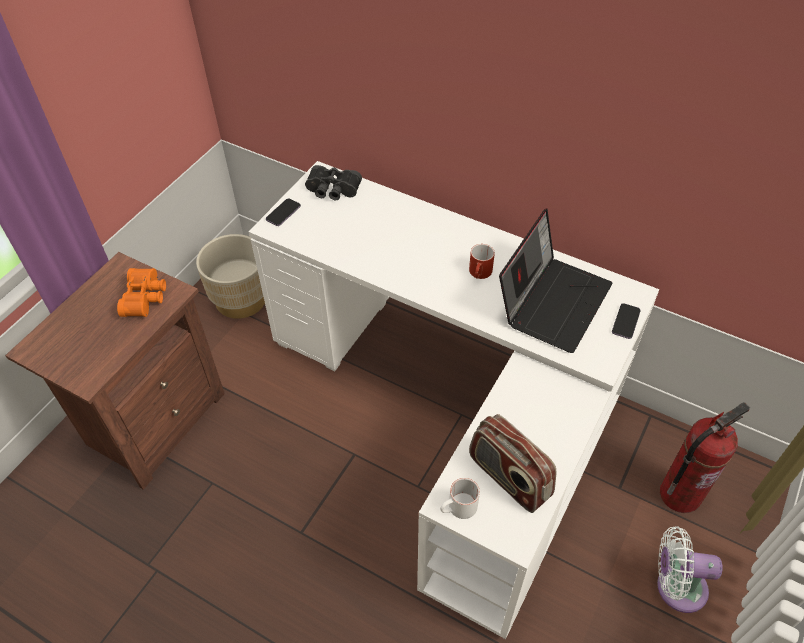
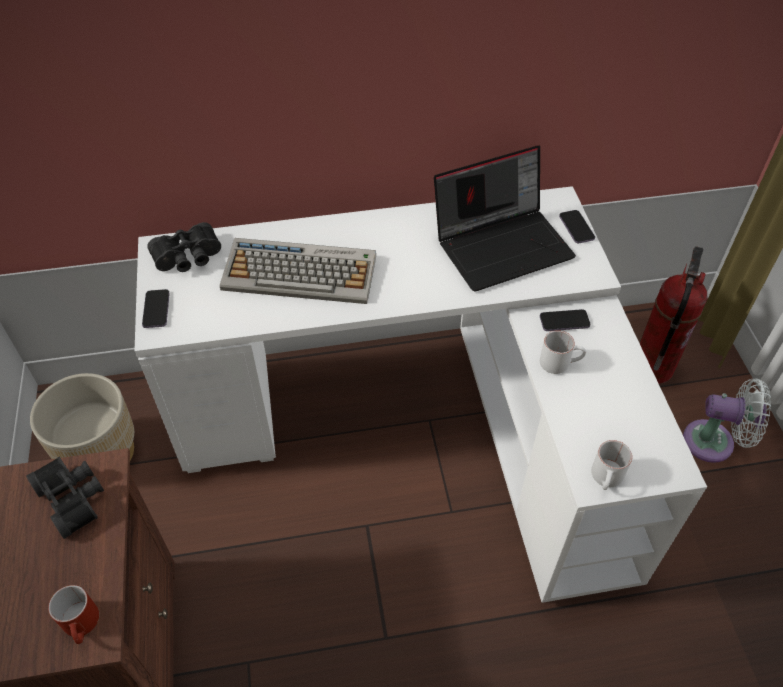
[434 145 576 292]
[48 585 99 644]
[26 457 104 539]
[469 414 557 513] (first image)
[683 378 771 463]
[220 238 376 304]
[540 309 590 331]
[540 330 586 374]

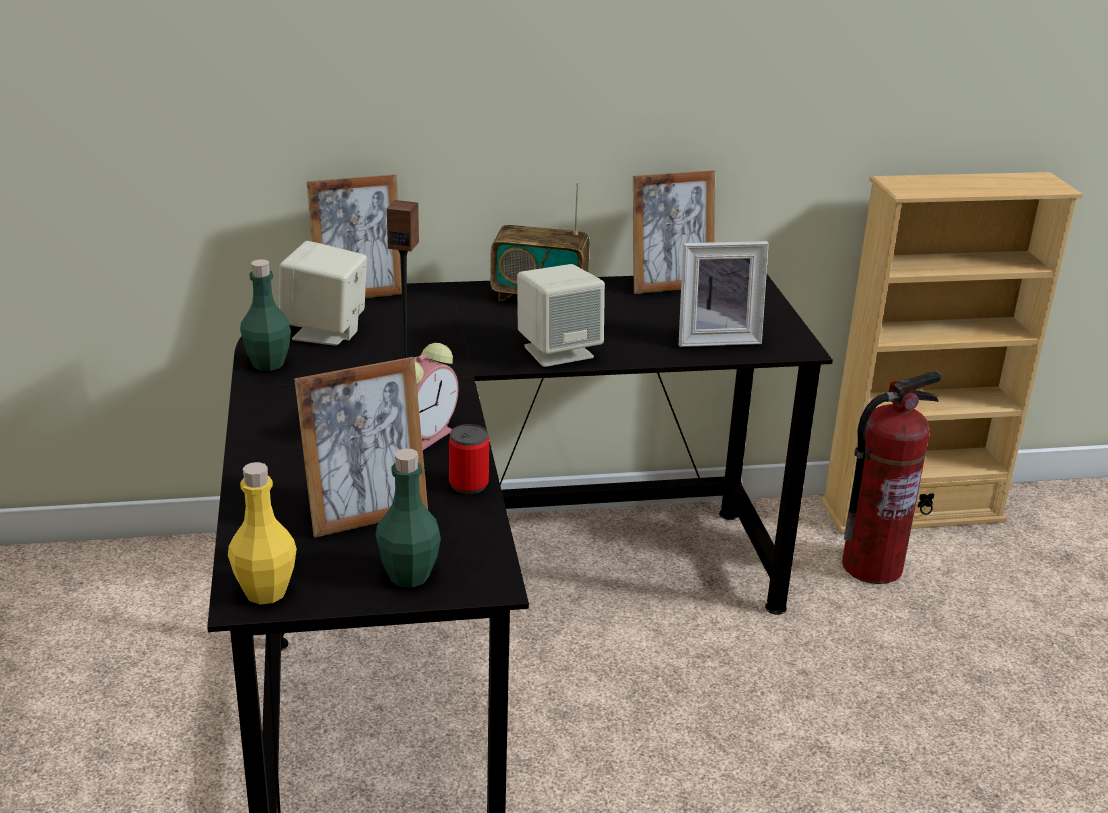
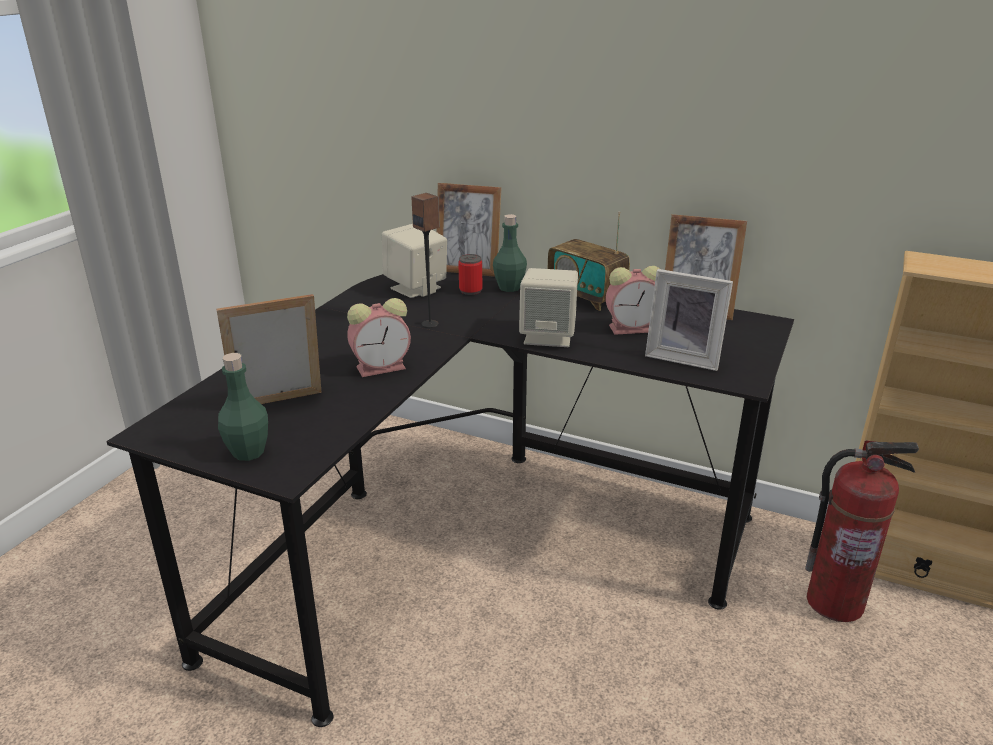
[493 214 527 292]
[217 294 322 404]
[458 254 482 295]
[228 462 297 604] (first image)
[606 266 660 335]

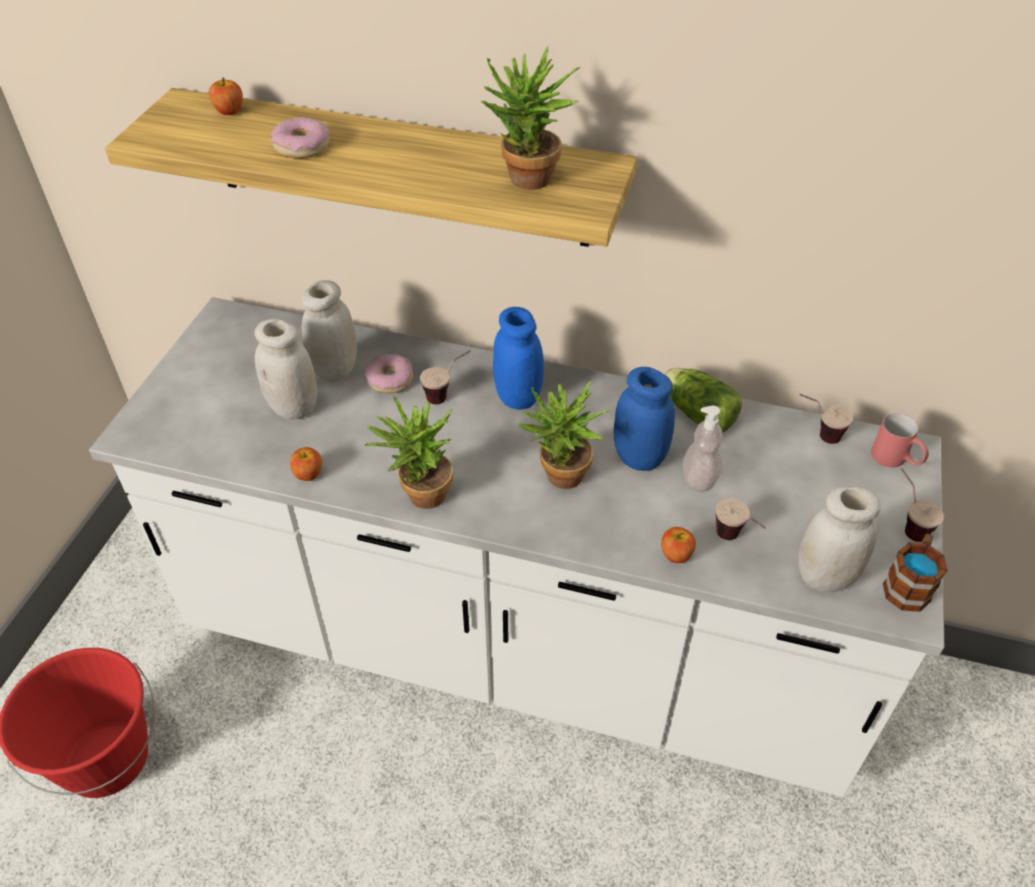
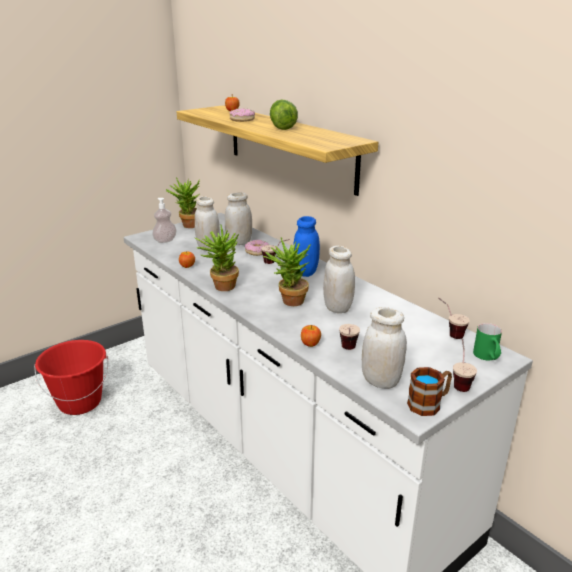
[166 177 200 228]
[323 246 355 313]
[270 99 298 130]
[152 198 176 243]
[473 323 502 360]

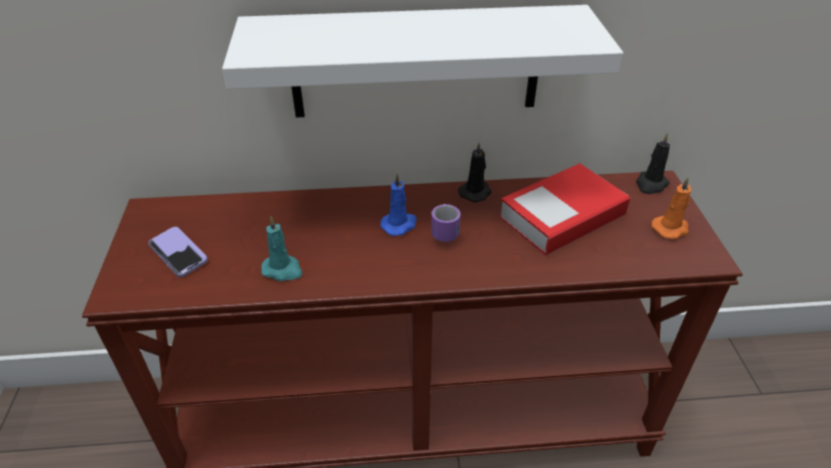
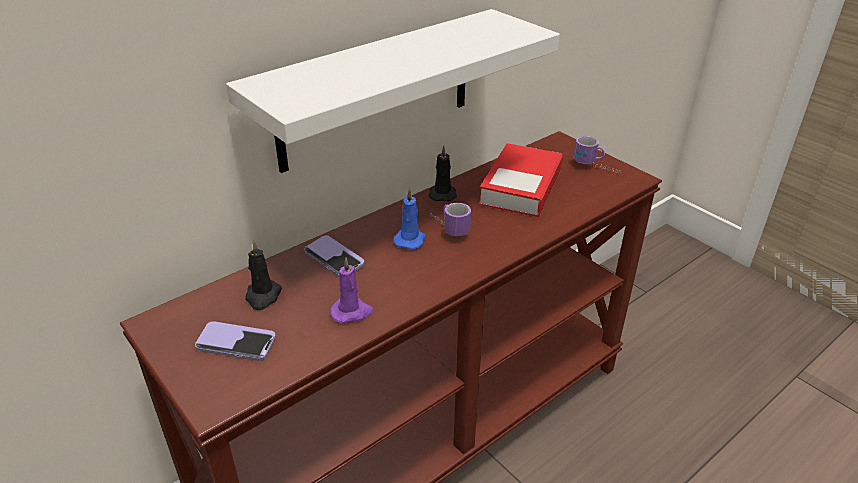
[246 240 282 310]
[574 136 621 174]
[330 257 374 323]
[304 235 365 278]

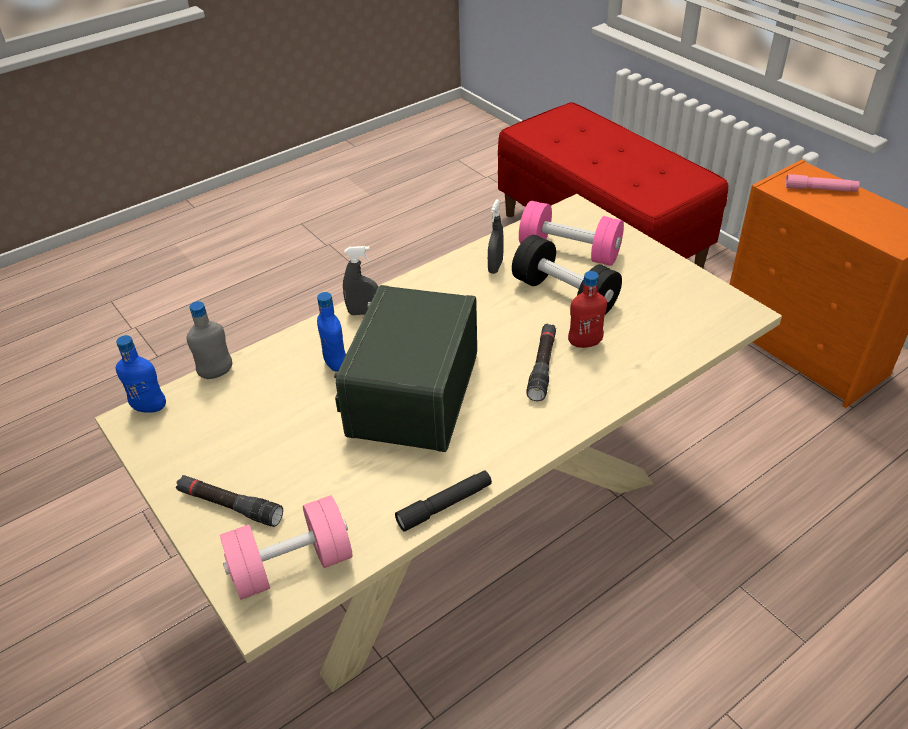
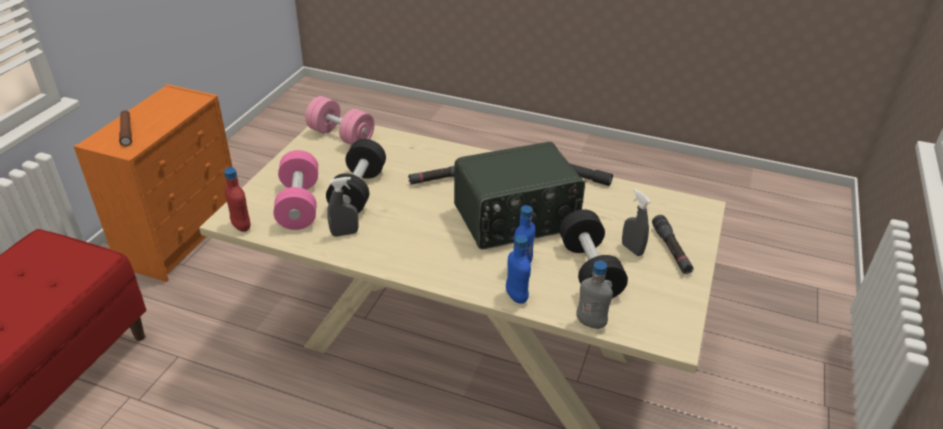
[119 110 132 146]
[622 189 651 256]
[224 167 251 232]
[506 235 531 304]
[305 96 374 145]
[559 210 628 298]

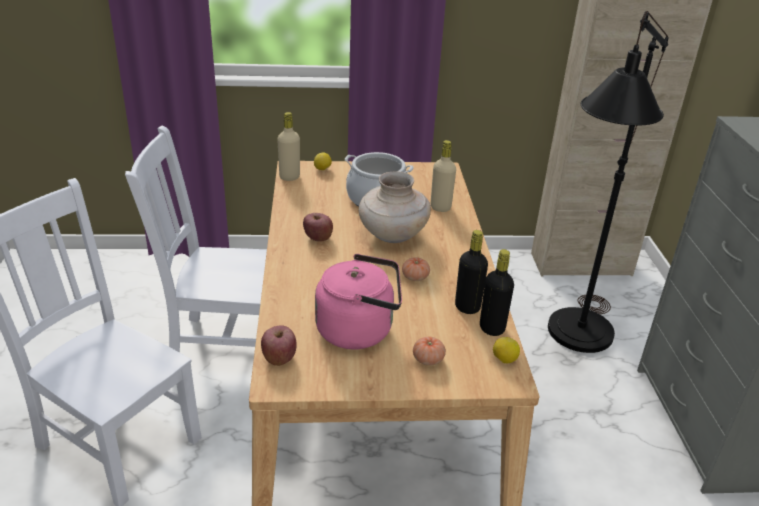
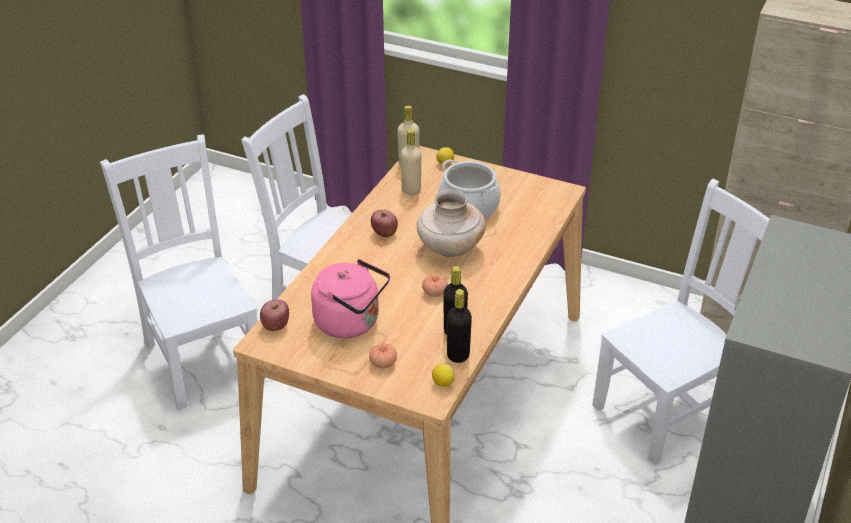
[592 179 769 465]
[401 129 421 195]

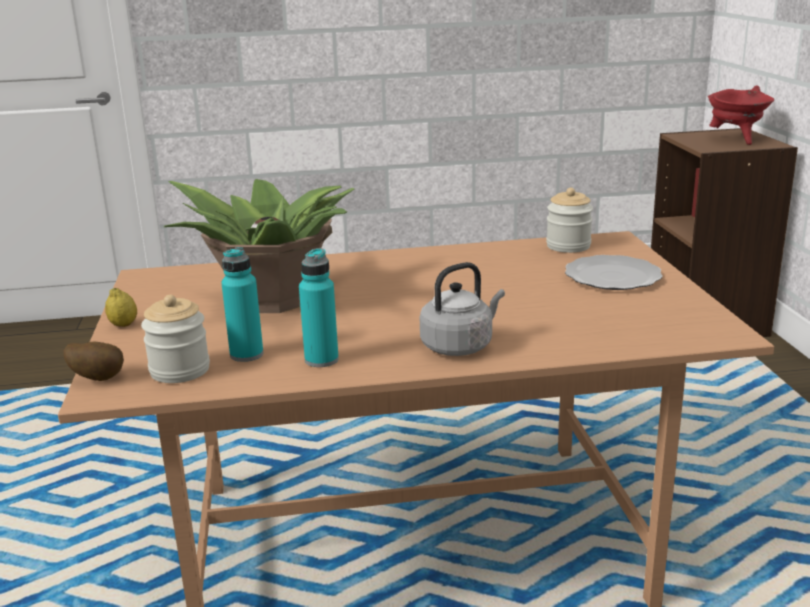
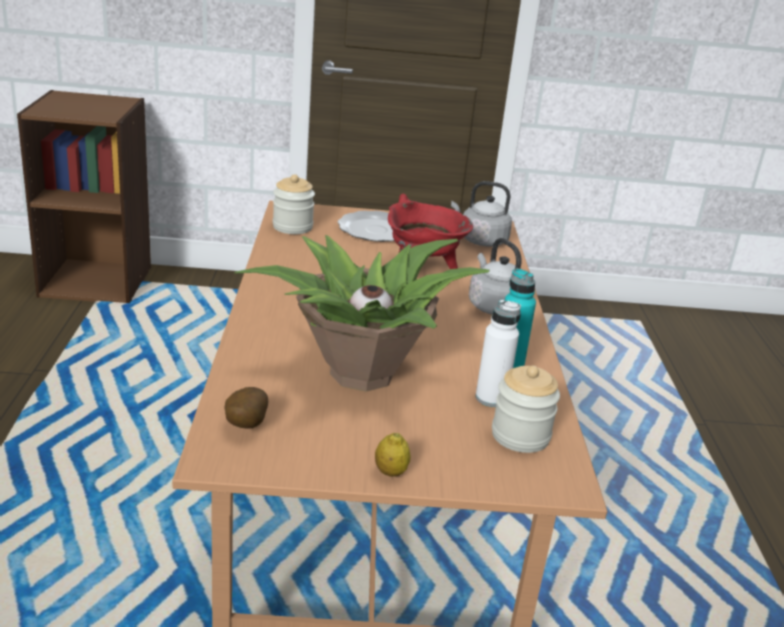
[388 194 473 269]
[475 299 521 407]
[224 387 268 429]
[451 181 512 246]

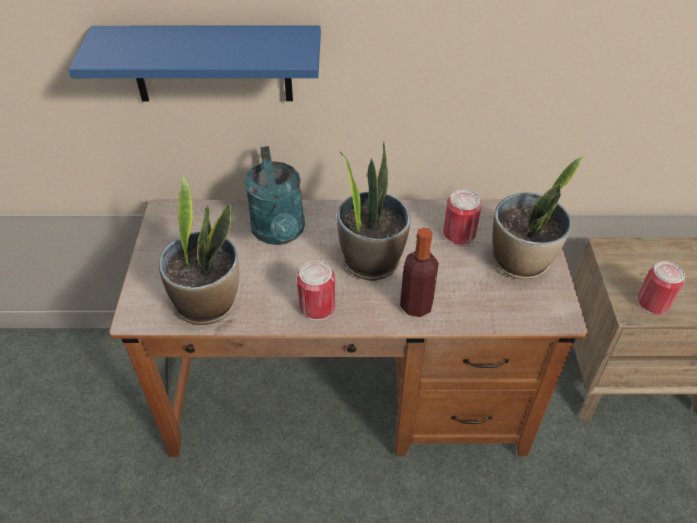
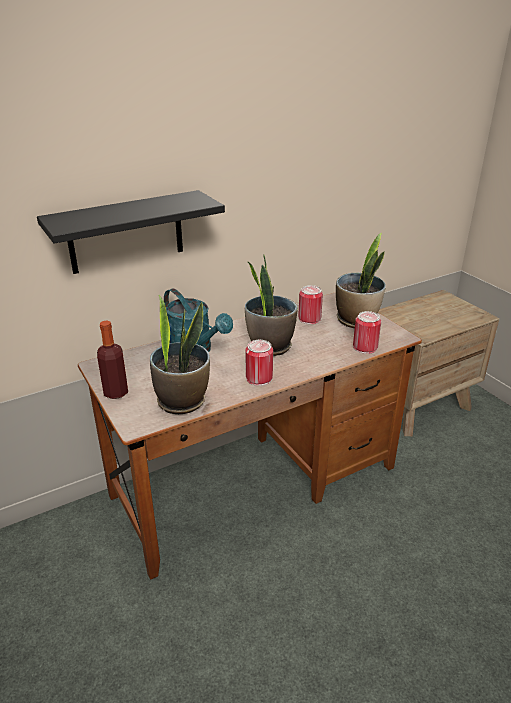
[37 190 225 274]
[97 321 128 399]
[353 311 381 354]

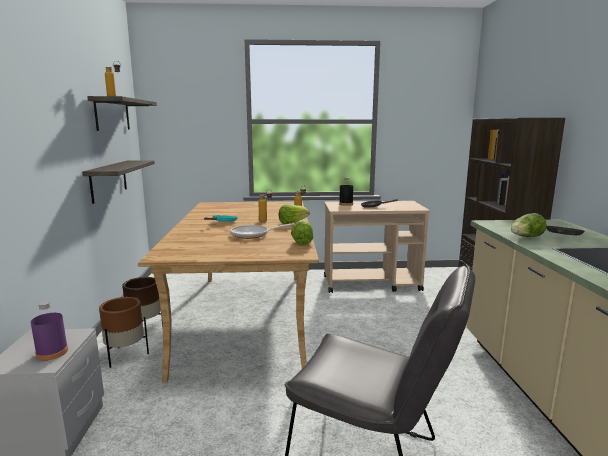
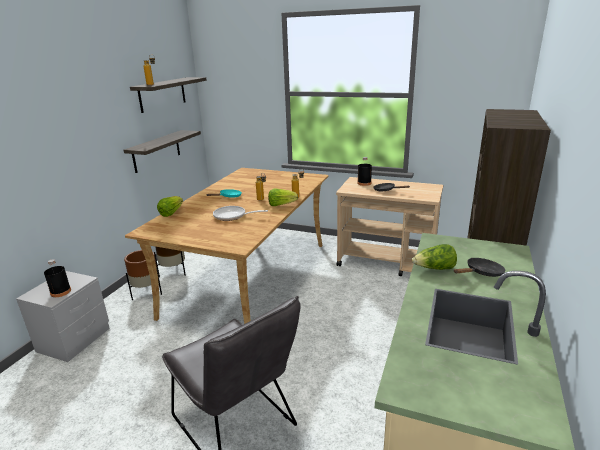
[157 196 183 217]
[44 259 71 297]

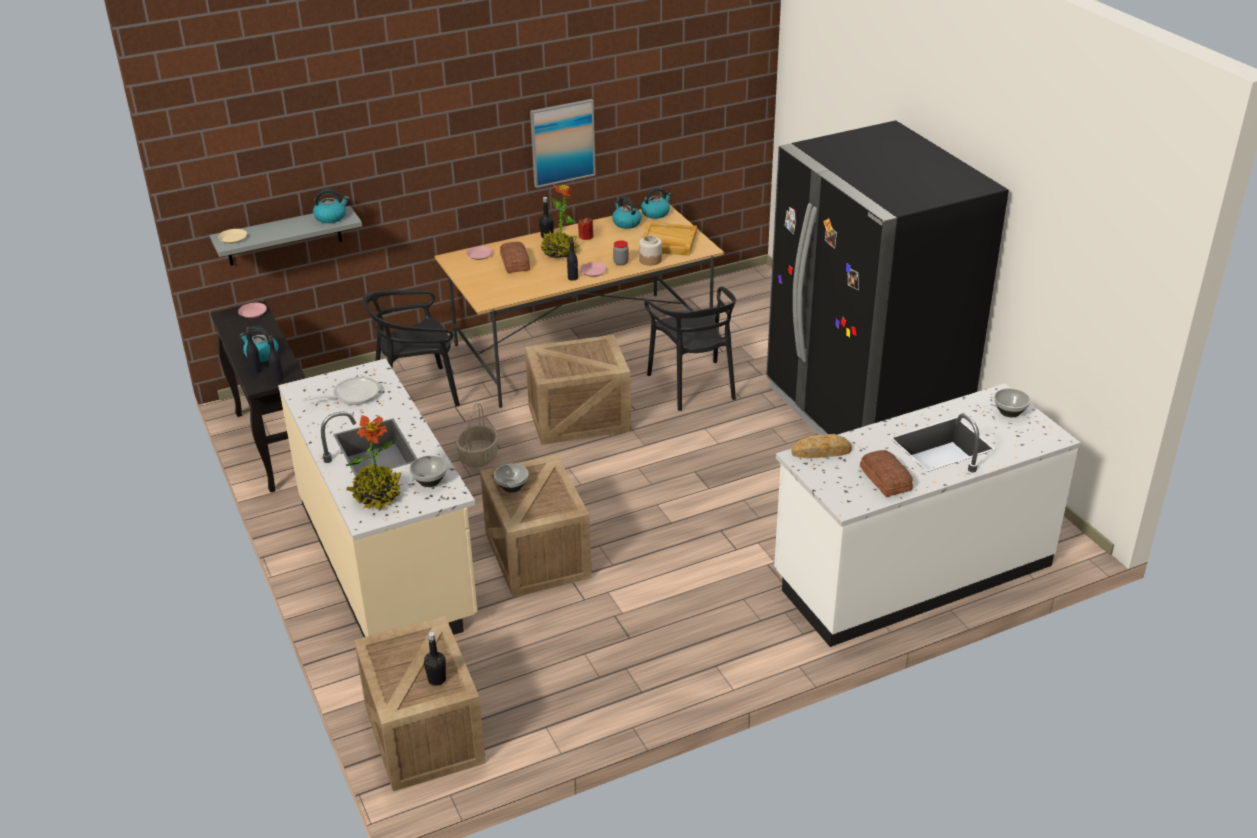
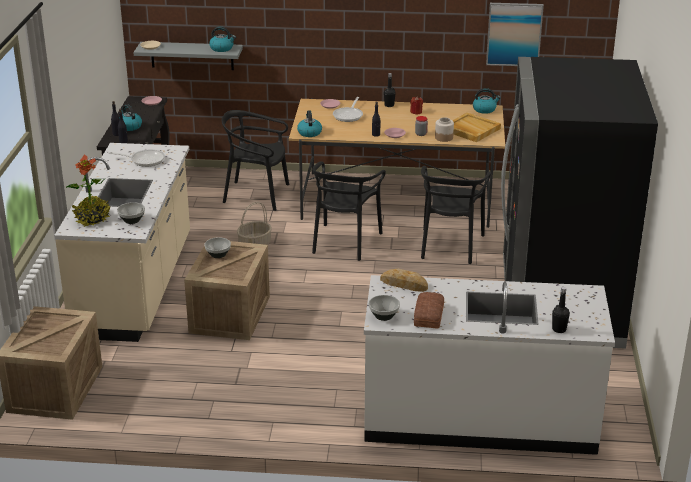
[486 3 544 66]
[540 184 580 258] (first image)
[297 110 322 137]
[333 97 363 122]
[312 161 386 261]
[369 295 400 321]
[552 287 570 333]

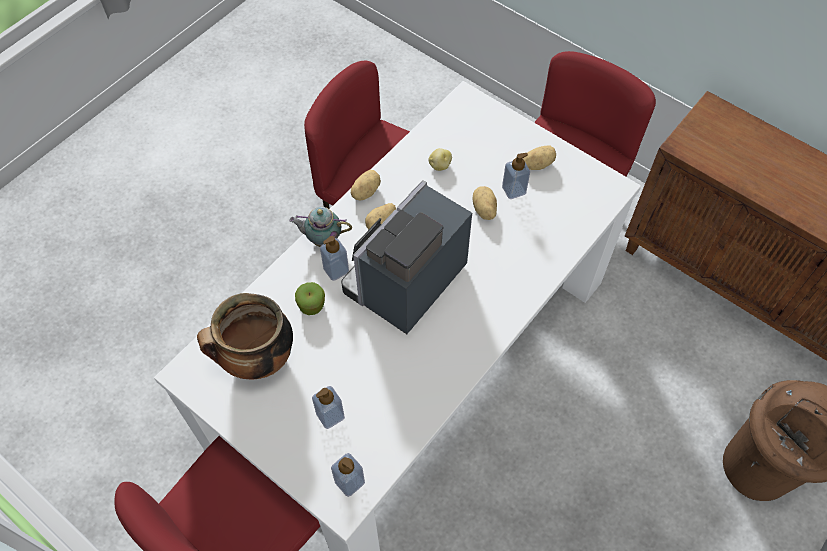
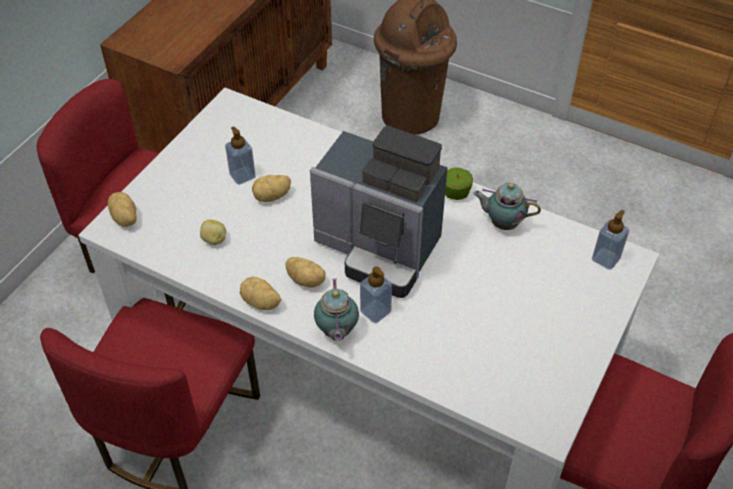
[108 192 137 227]
[445 167 473 200]
[197 293 293 379] (first image)
[312 386 345 429] (first image)
[473 183 541 230]

